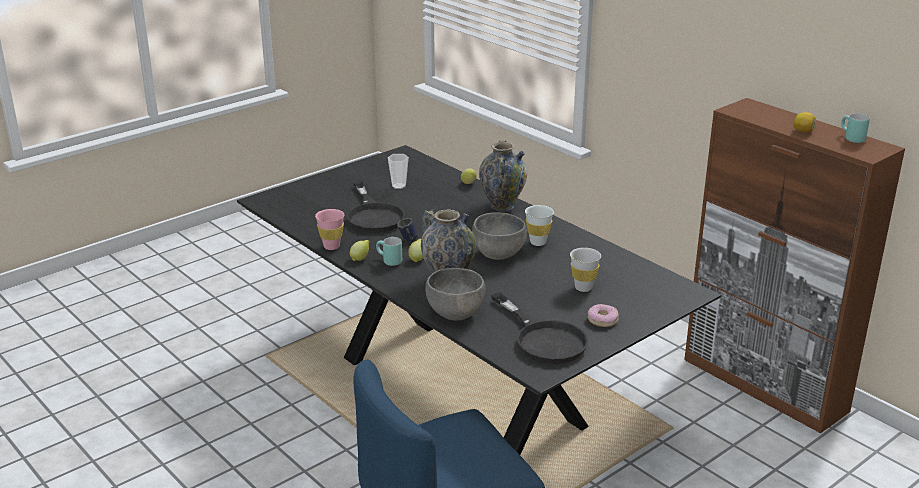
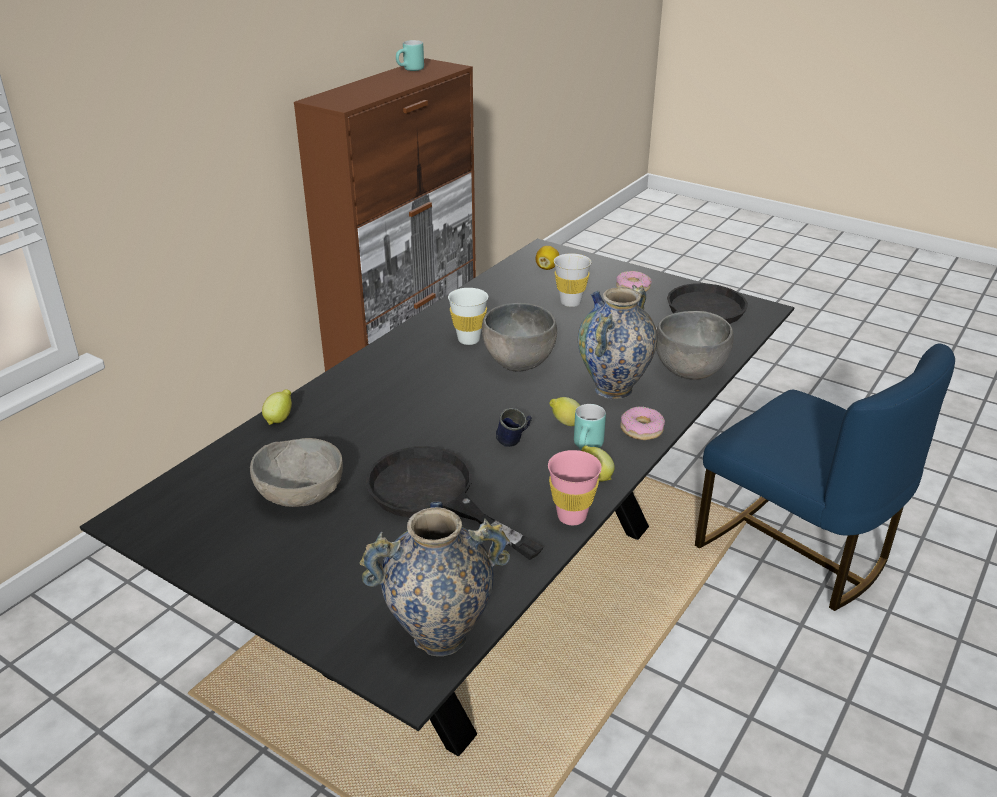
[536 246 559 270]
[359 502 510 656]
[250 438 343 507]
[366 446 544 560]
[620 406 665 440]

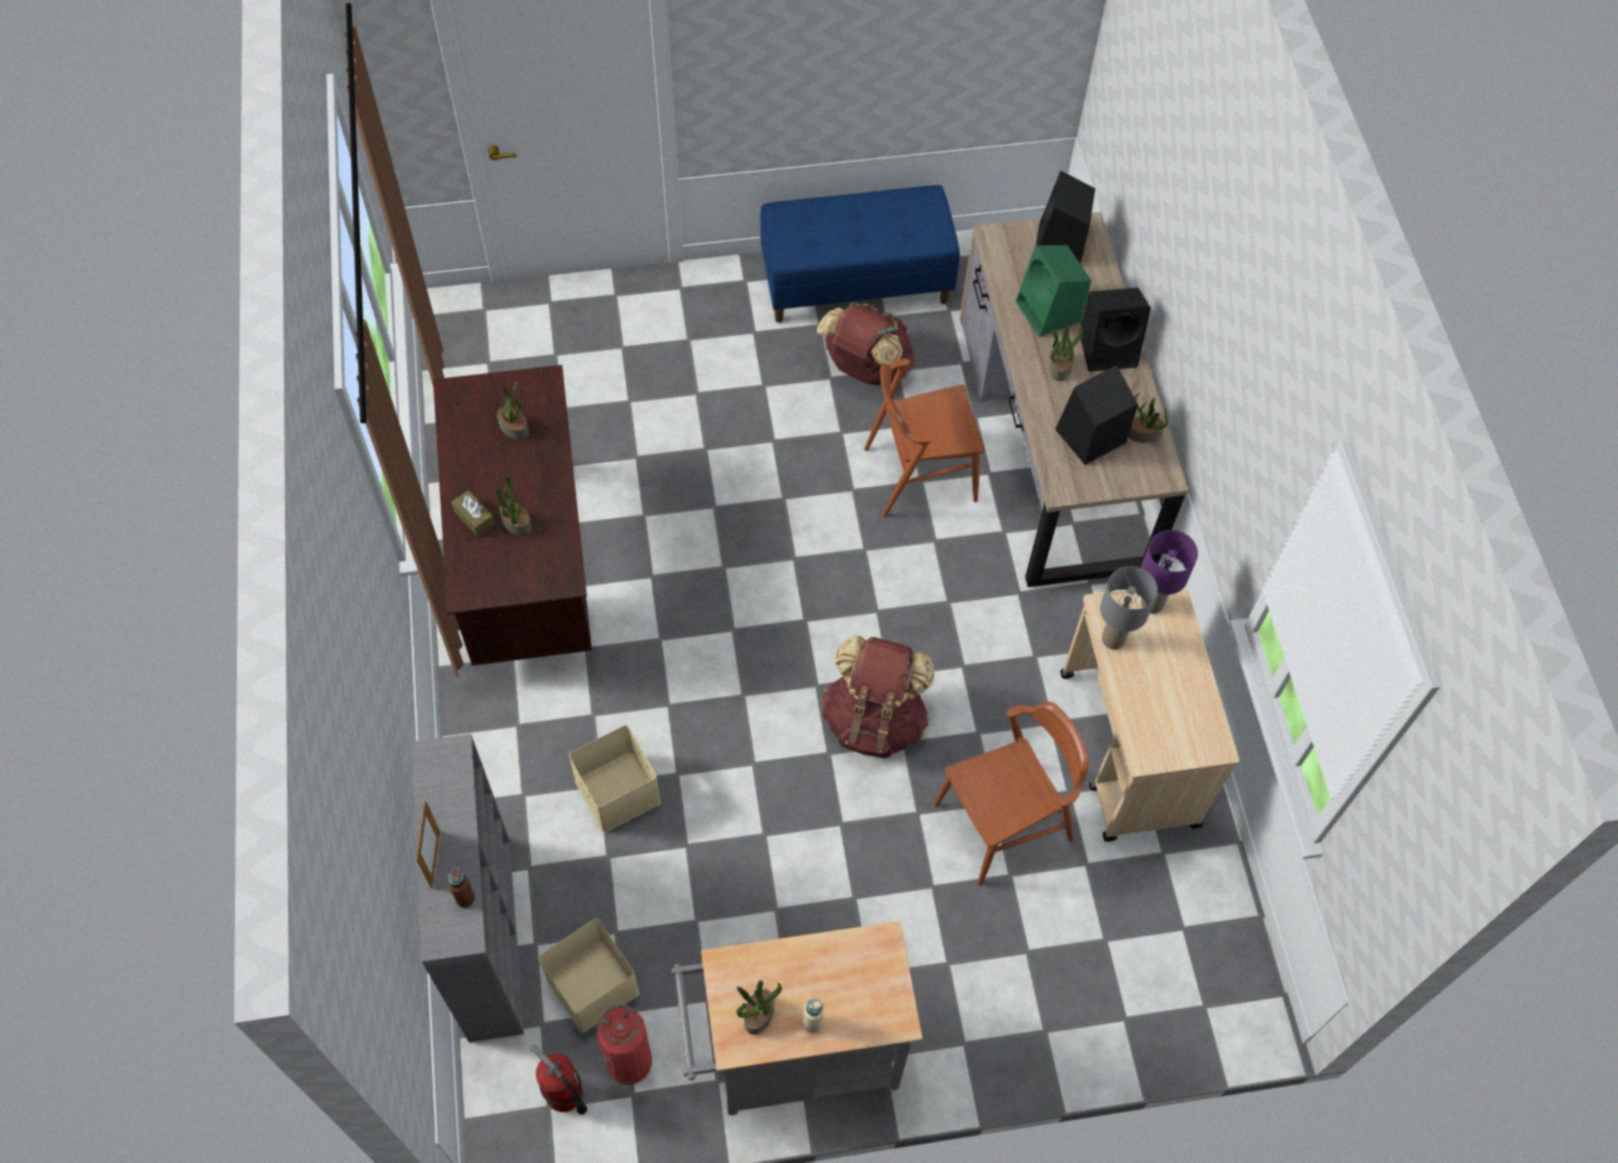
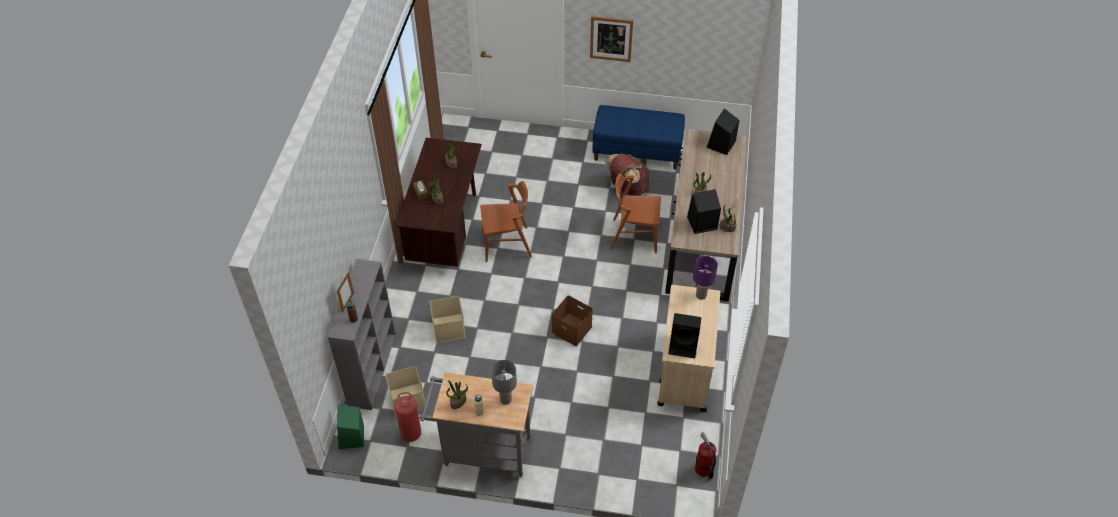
[337 405 364 449]
[668 313 701 358]
[491 360 517 405]
[552 295 593 346]
[480 181 532 262]
[695 432 716 479]
[590 16 633 62]

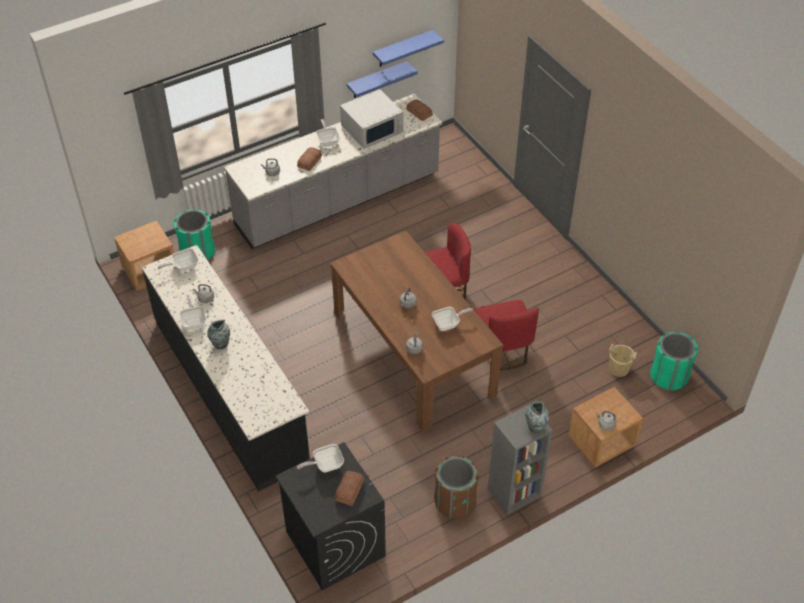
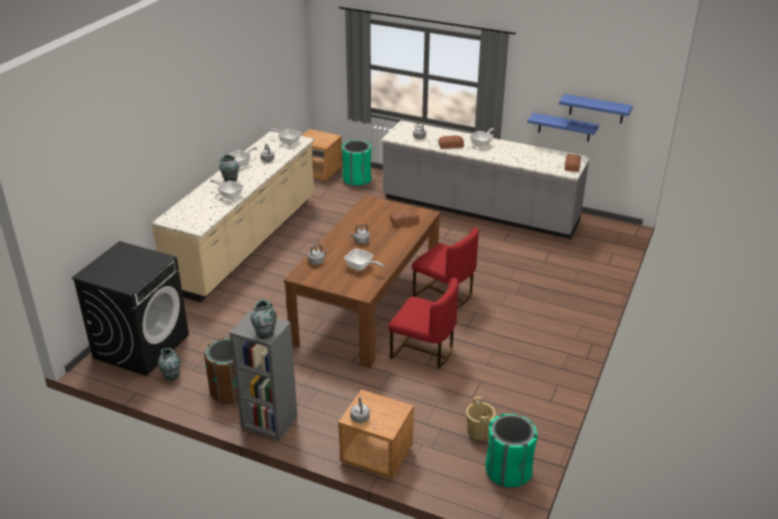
[340 89 404 149] (first image)
[151 131 315 302]
[388 277 459 368]
[210 179 243 200]
[390 210 420 227]
[158 348 181 381]

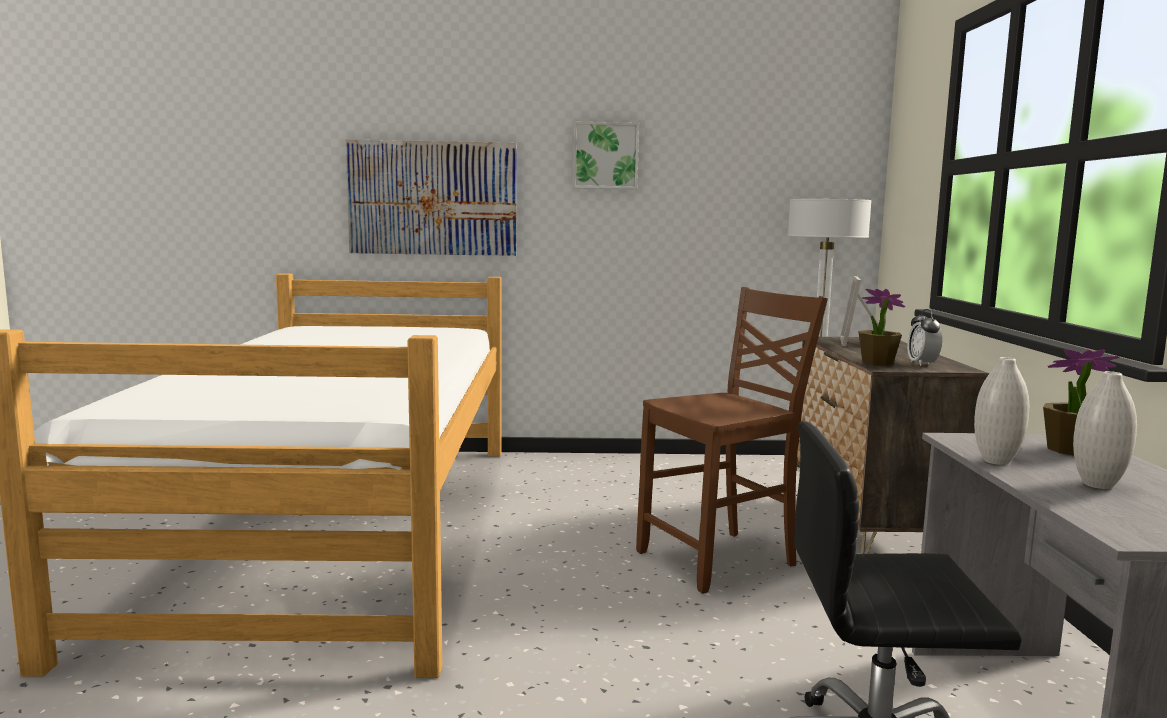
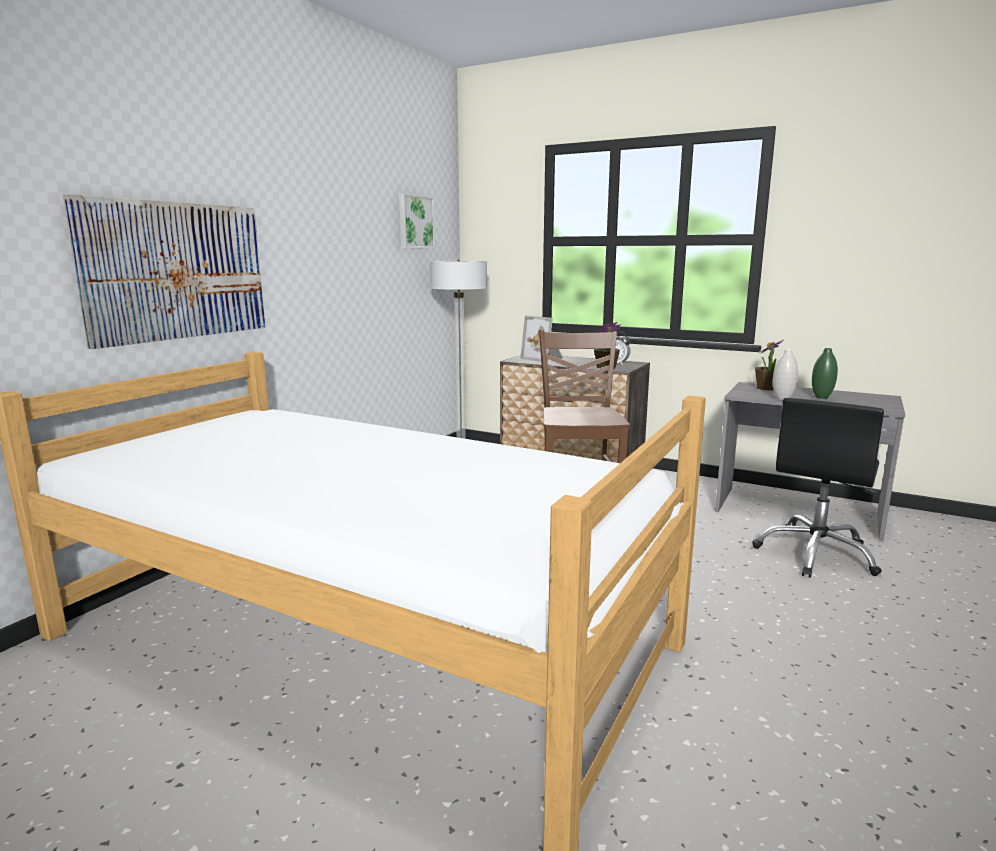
[399 194 435 248]
[812 348 838 399]

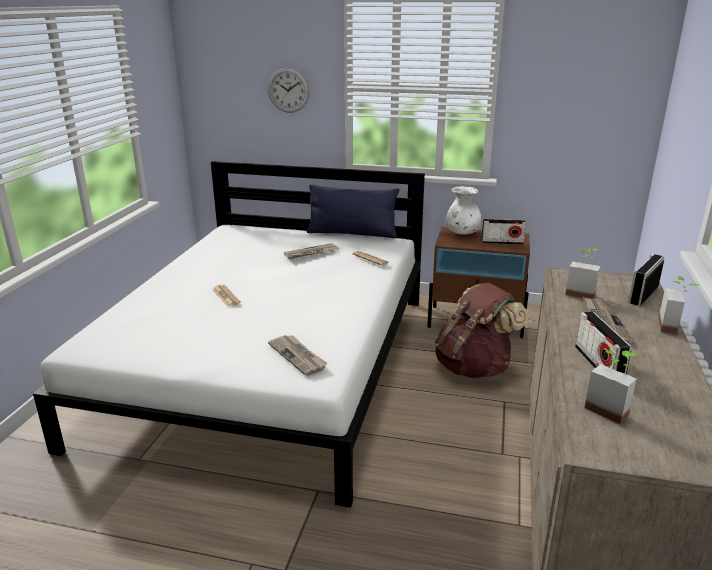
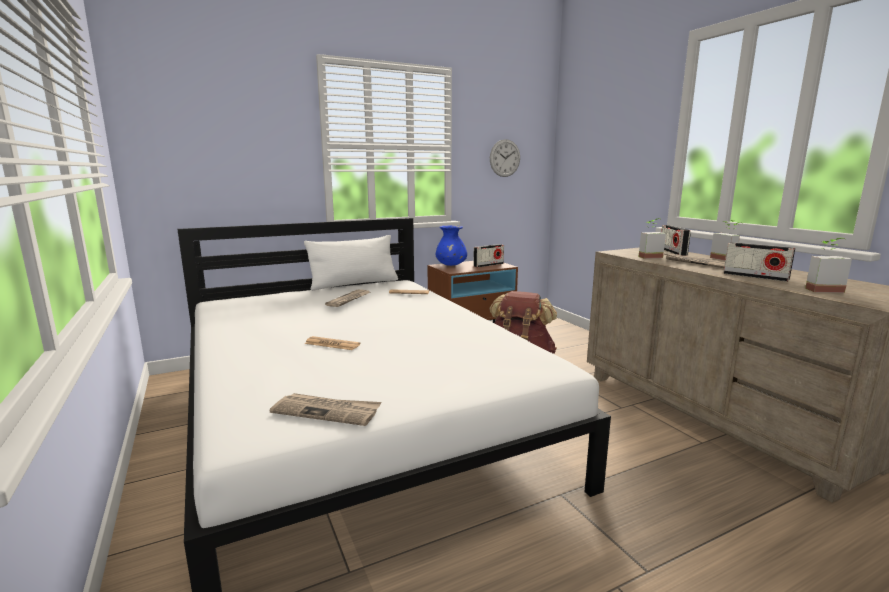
[490 139 520 177]
[304 235 398 291]
[436 225 467 266]
[269 393 381 426]

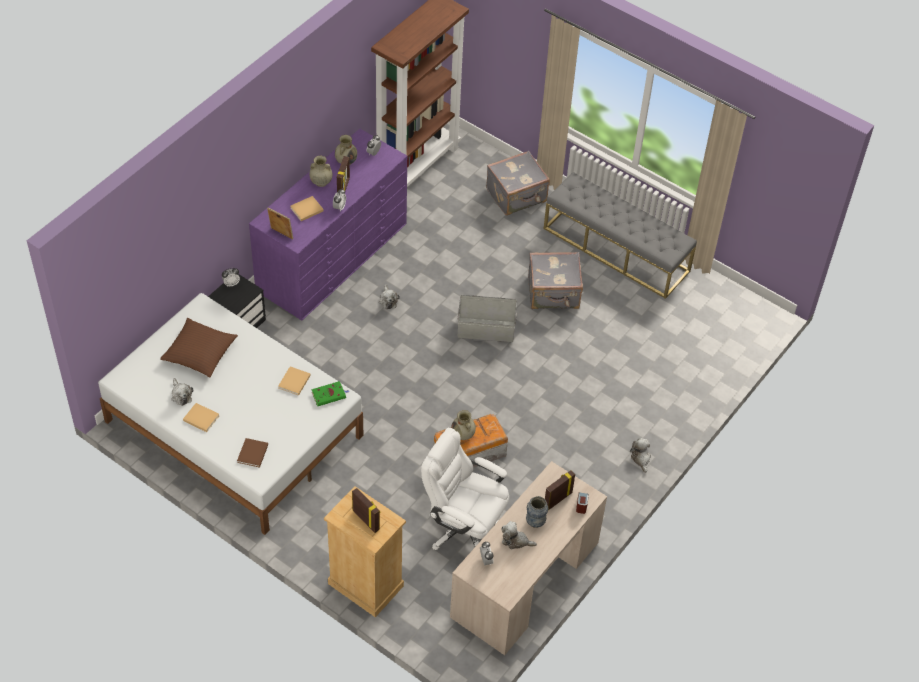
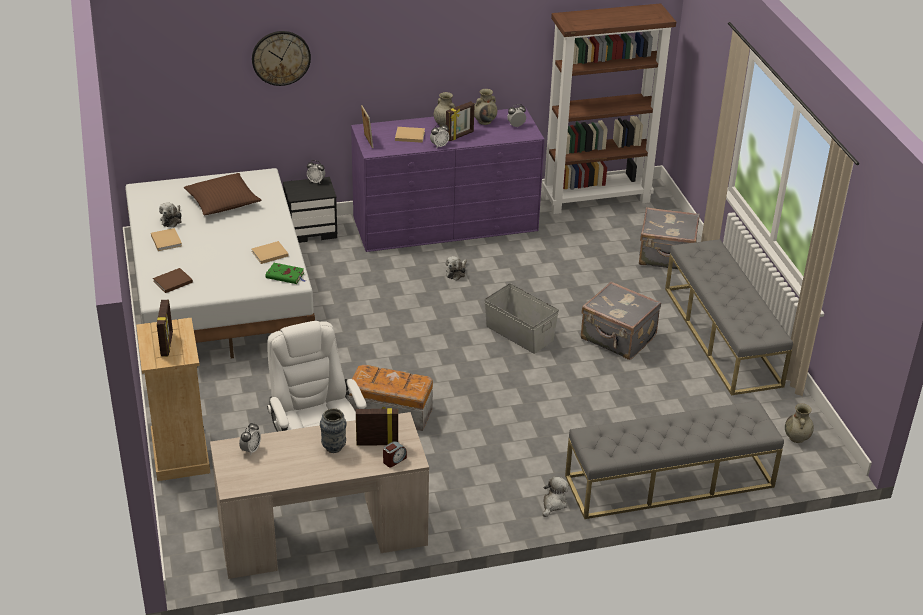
[785 403 814 443]
[502 521 537 549] (first image)
[252 31 311 86]
[565 400 784 519]

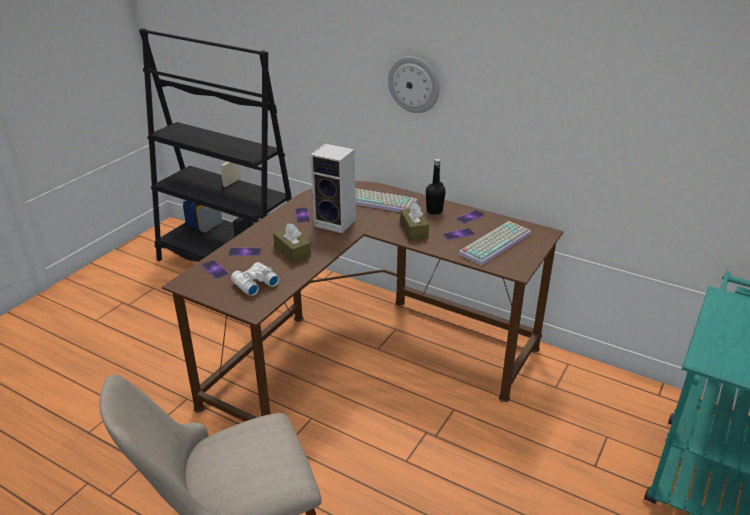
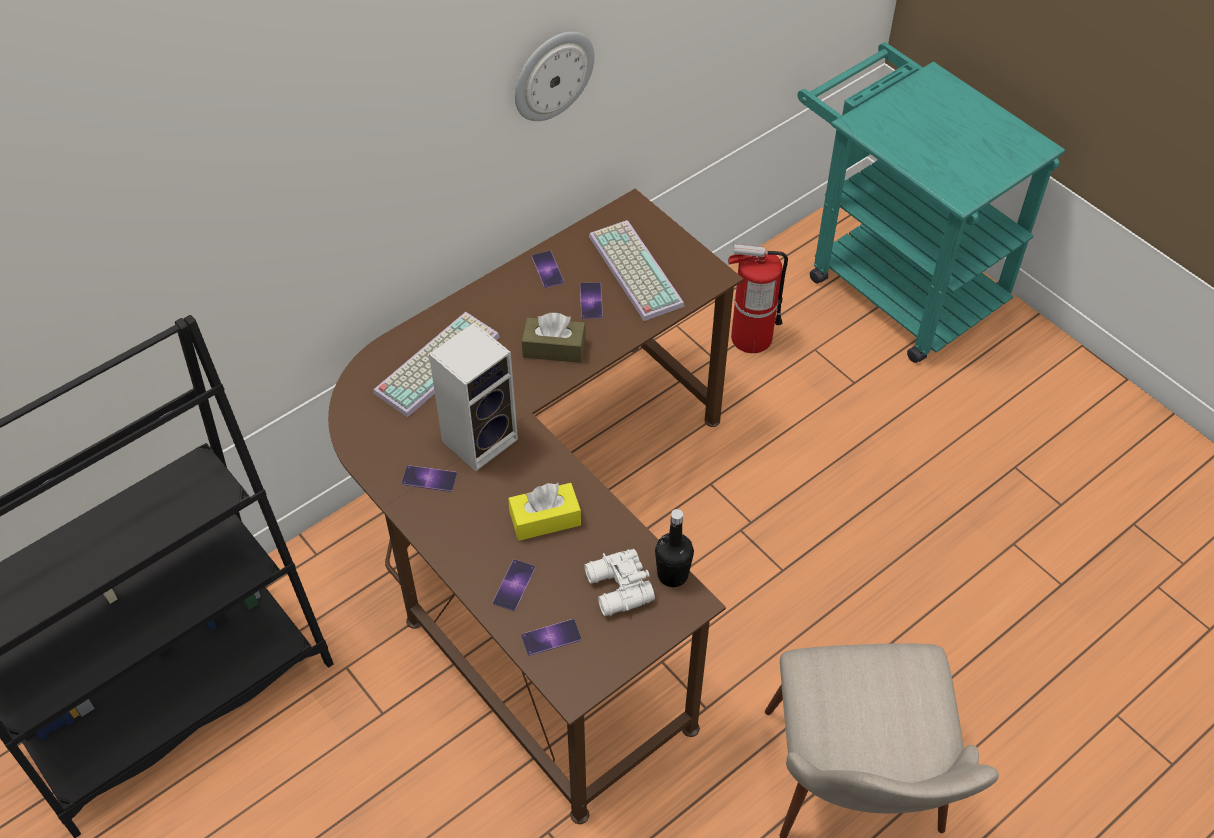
[515 32 595 121]
[655 509 694 587]
[508 482 581 541]
[728 244 788 353]

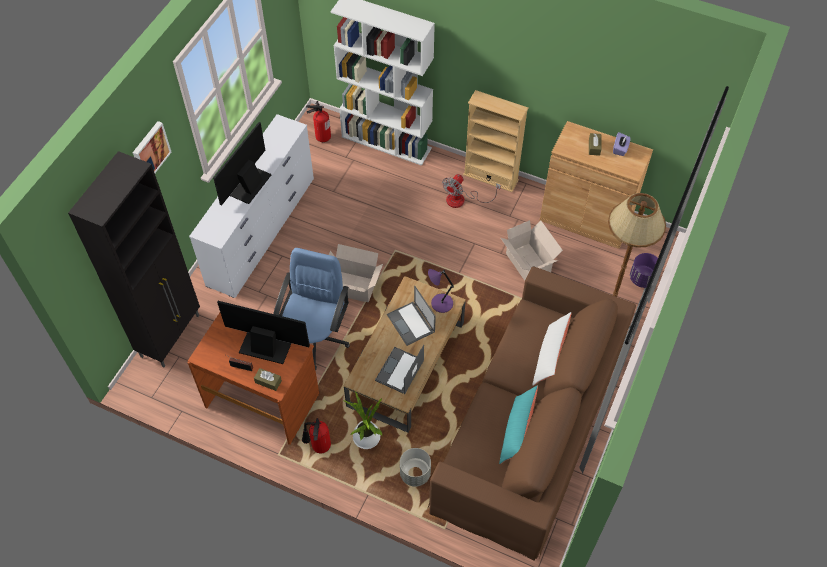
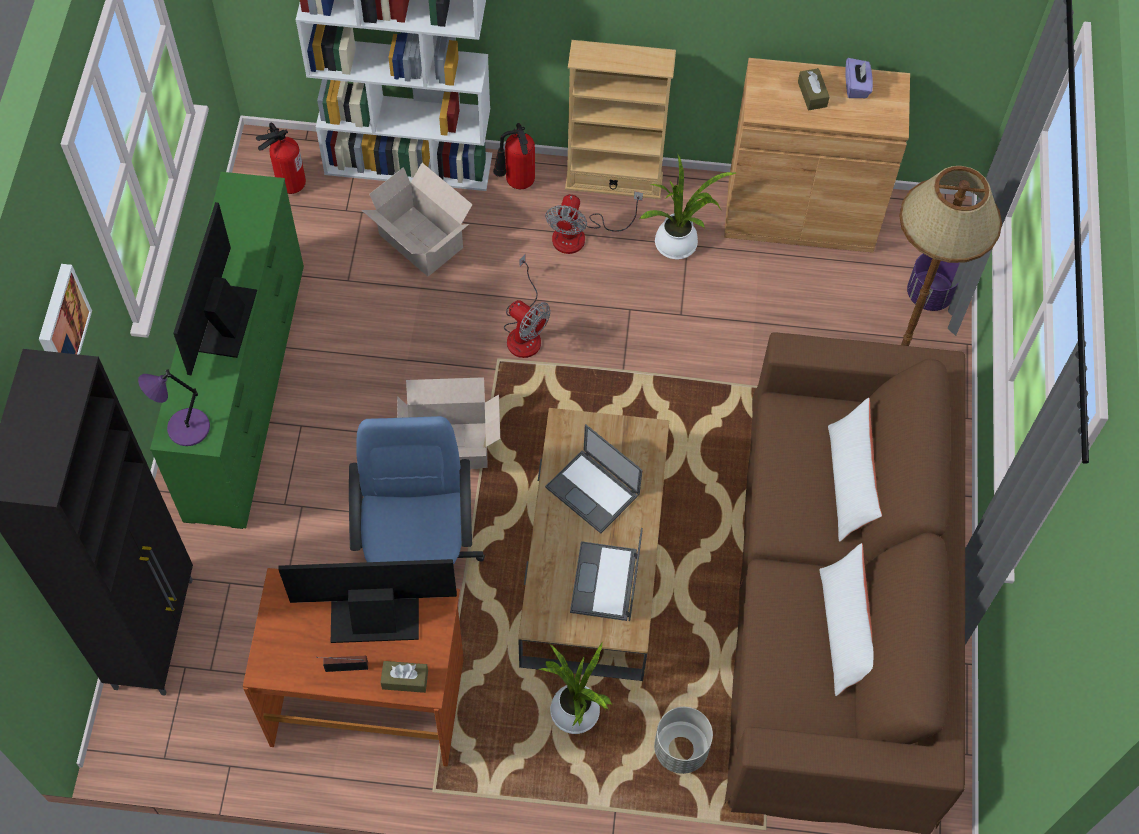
[150 172 304 529]
[361 163 473 276]
[138 369 210 446]
[820 543 873 696]
[493 123 535 189]
[640 155 736 259]
[504 254 550 358]

